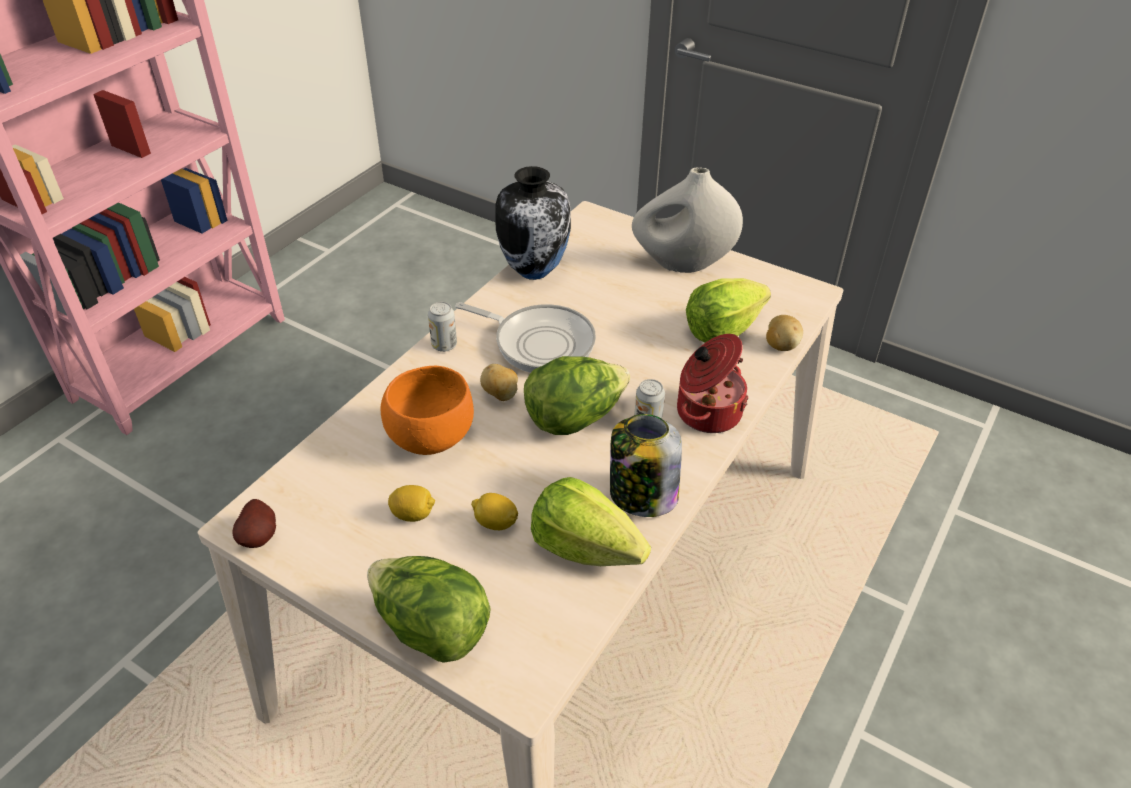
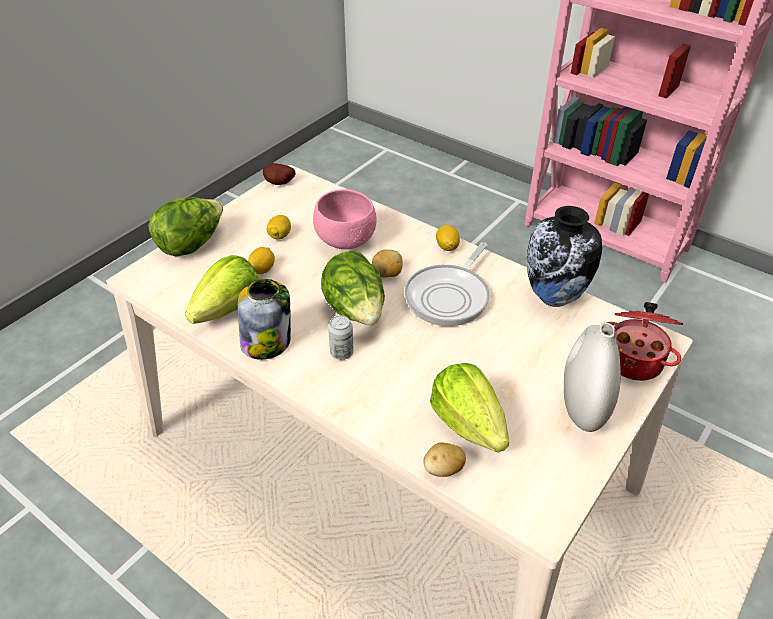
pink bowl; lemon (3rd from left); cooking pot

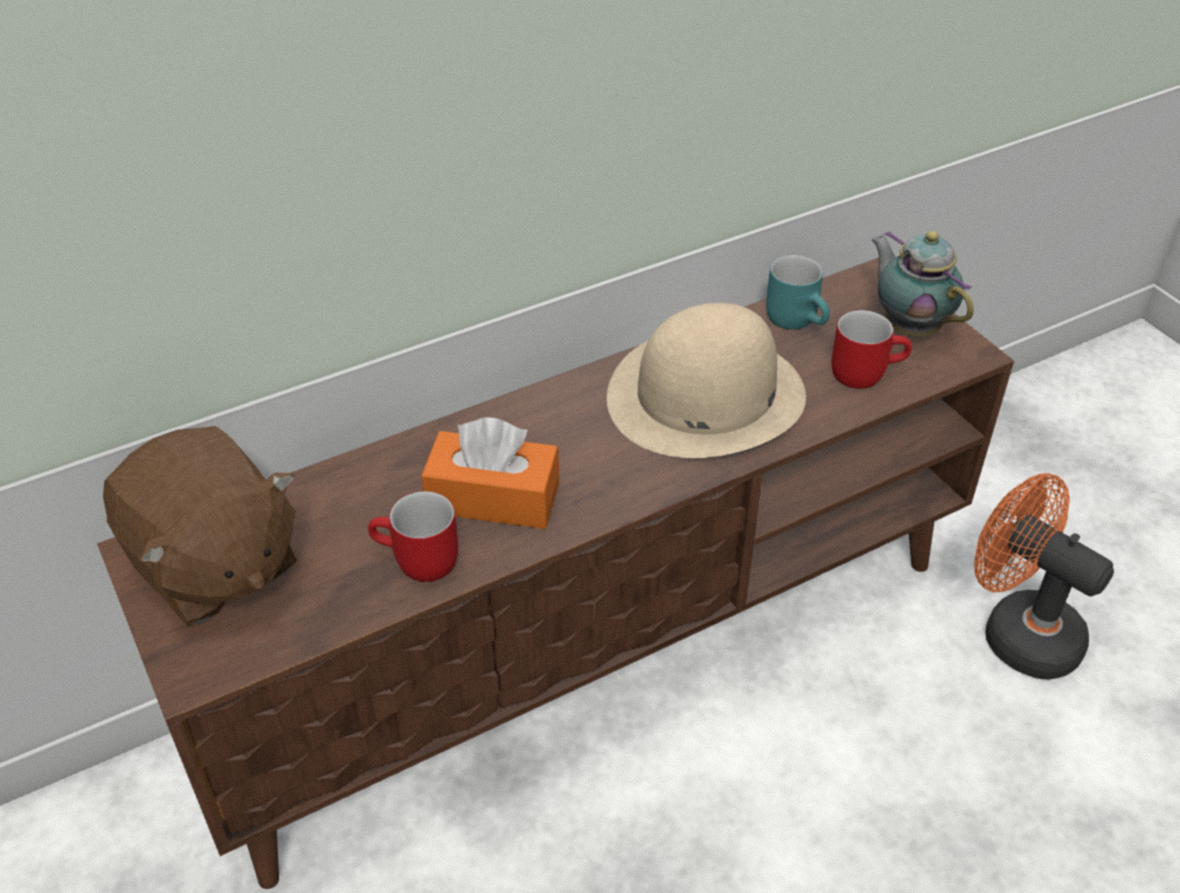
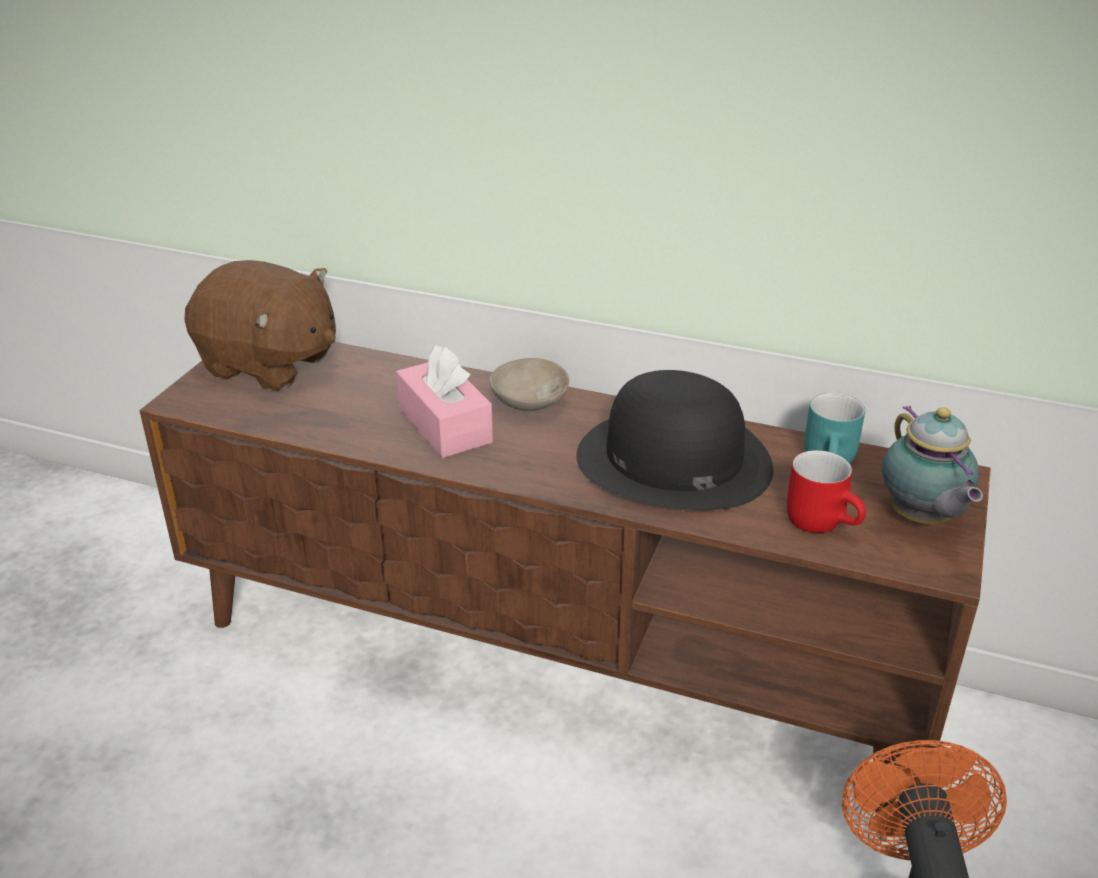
brown plush toy; pink tissue box; beige bowl; black hat; teapot; red mug (1st from left in the first image)

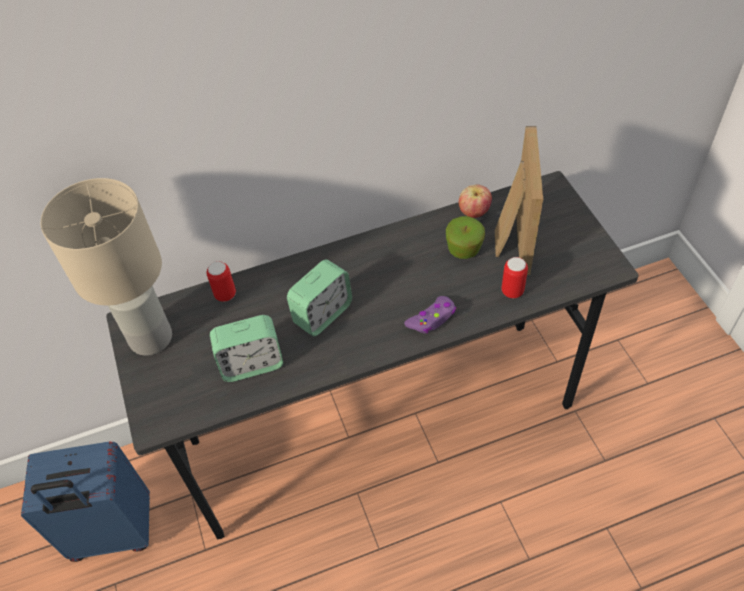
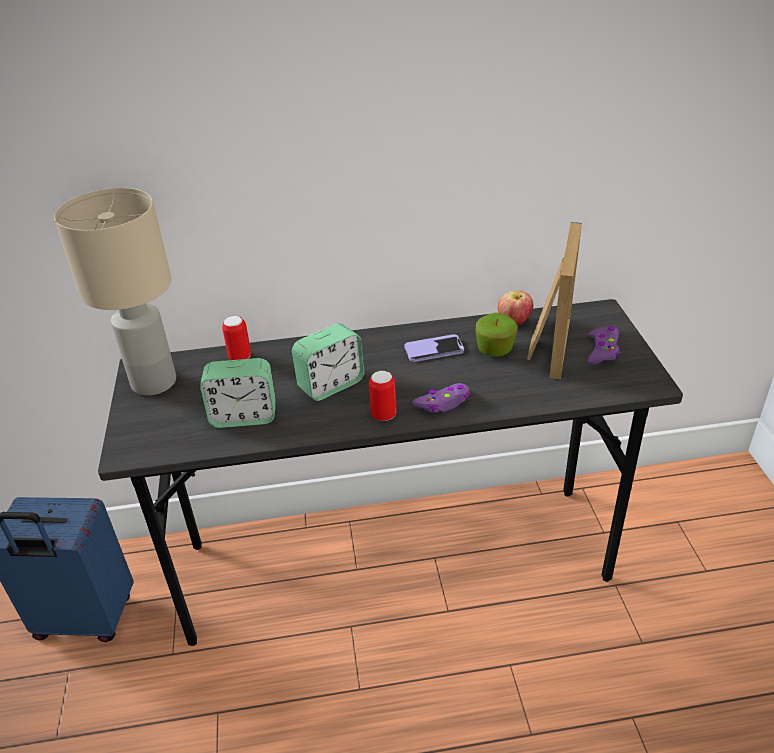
can (2nd from left); phone; purple game controller (2nd from left)

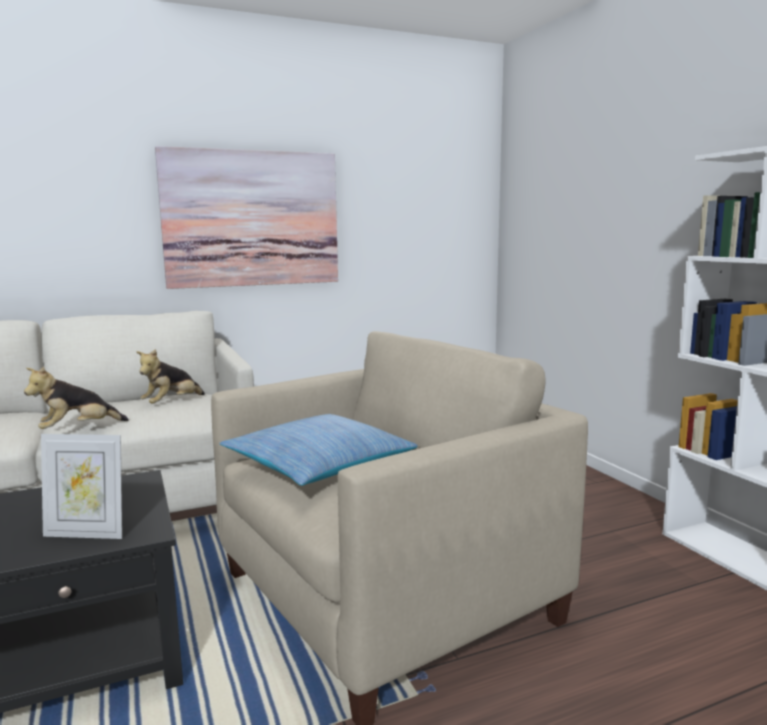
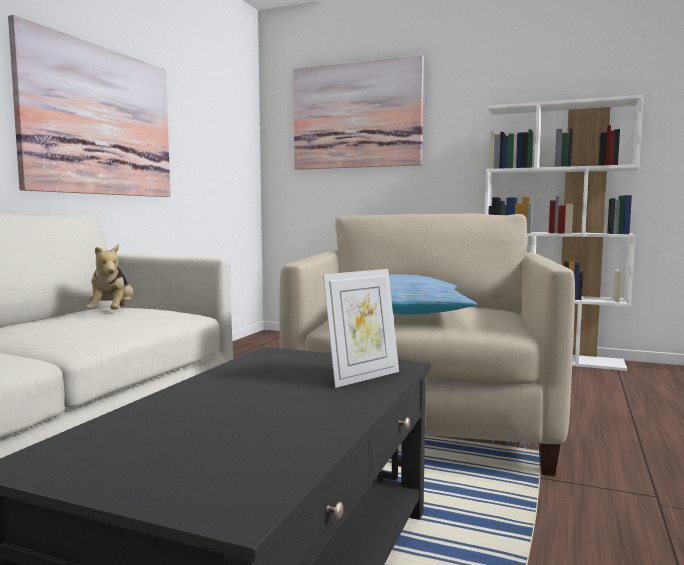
picture (2nd from left); plush toy (1st from left in the first image)

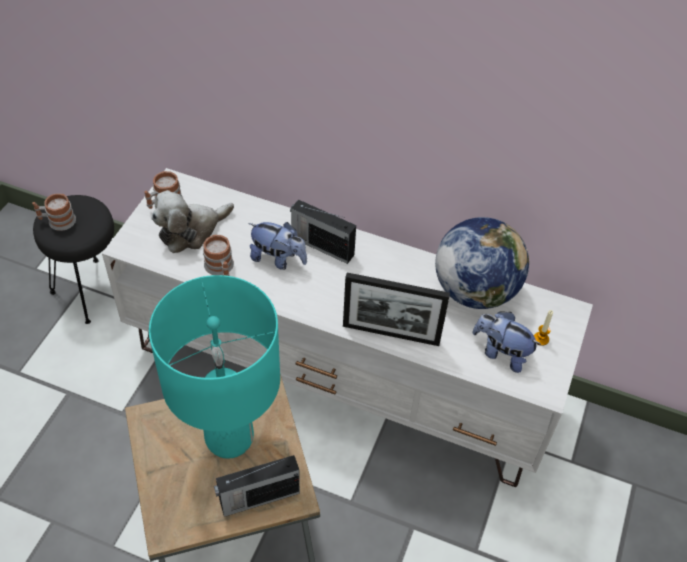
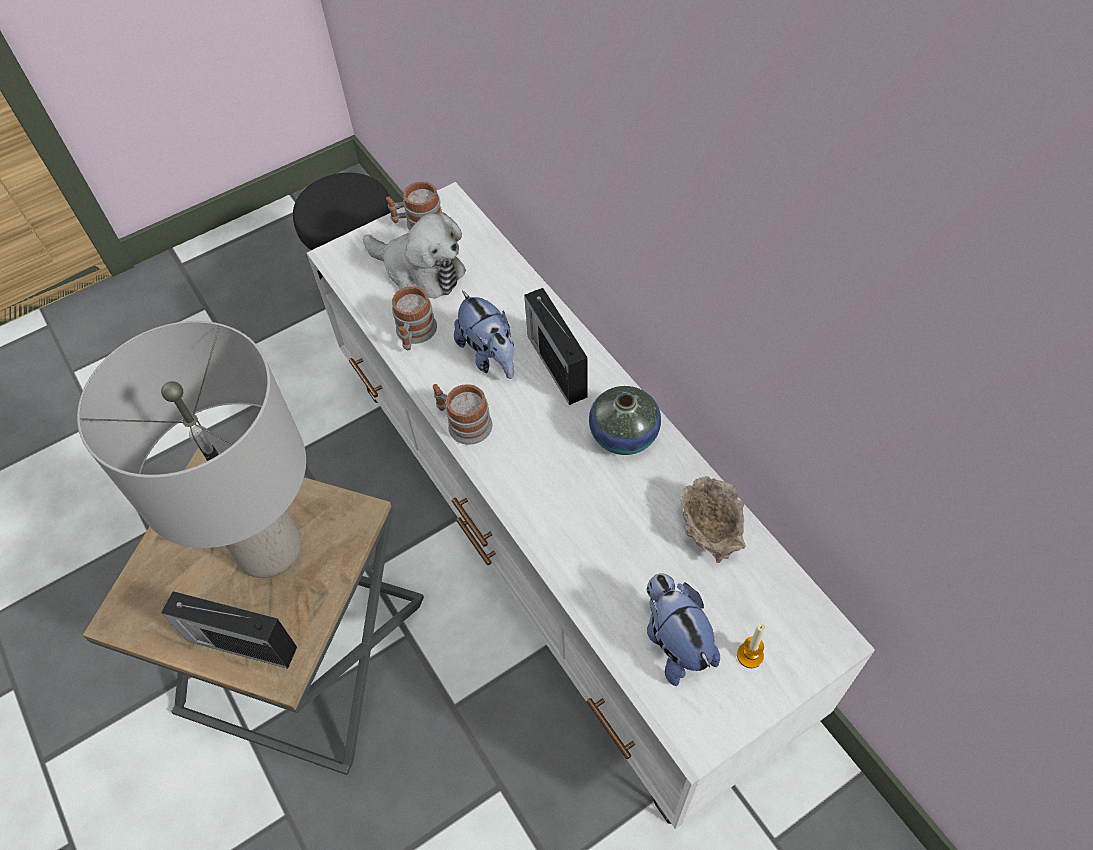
grey table lamp; plush toy (1st from left); mug (3rd from left); vase; beige bowl; picture frame

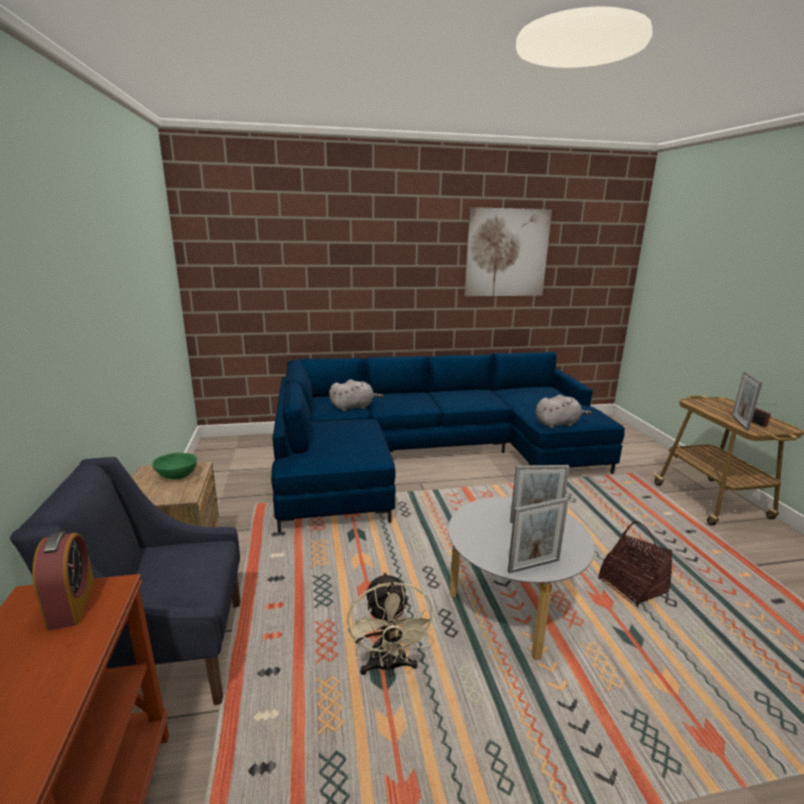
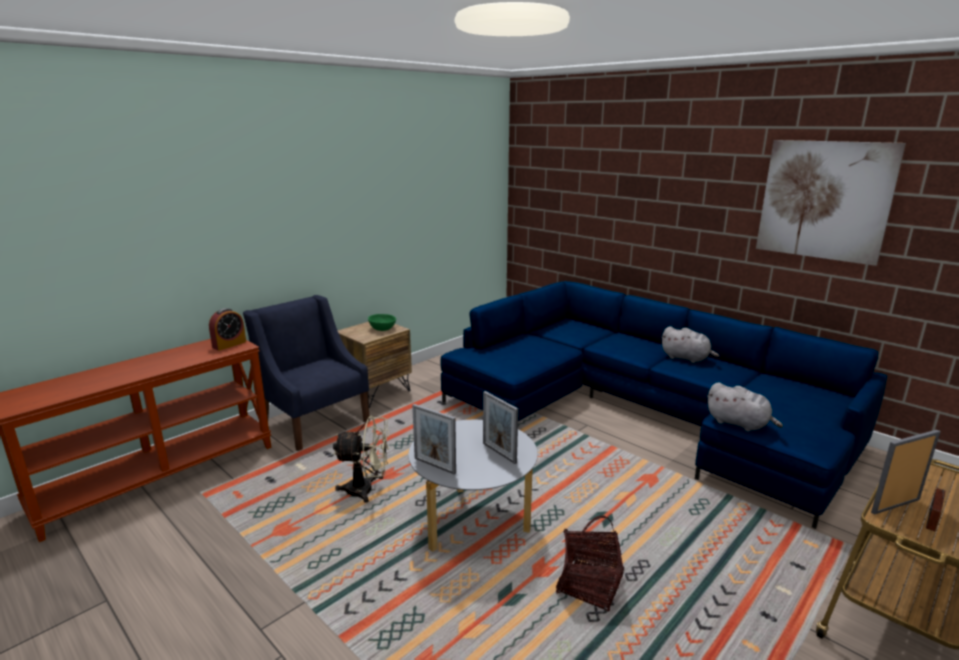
beige fan; grey plush toy (1st from left)

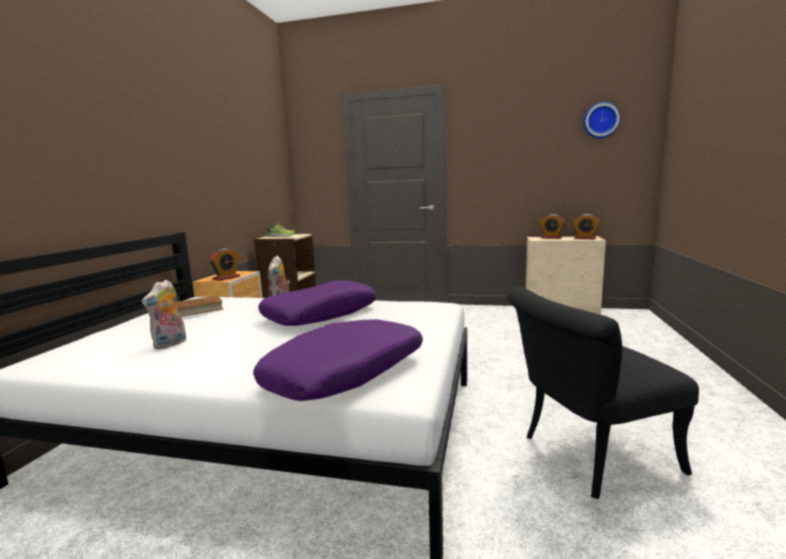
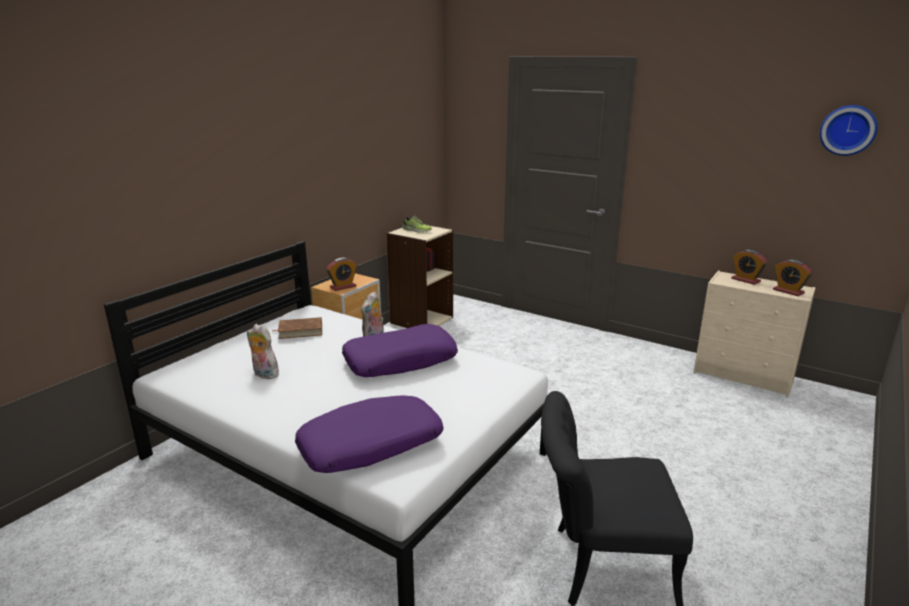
plush toy (1st from left)

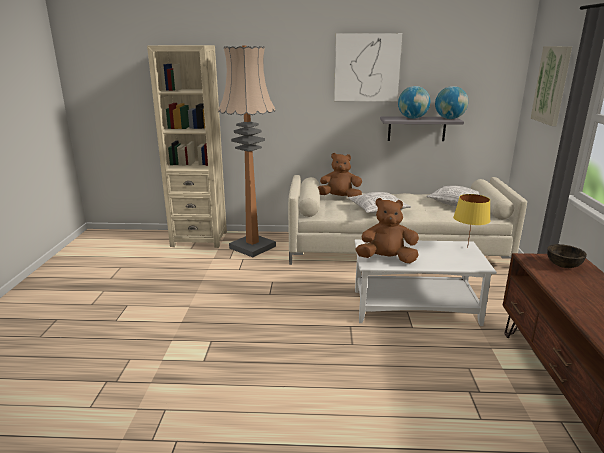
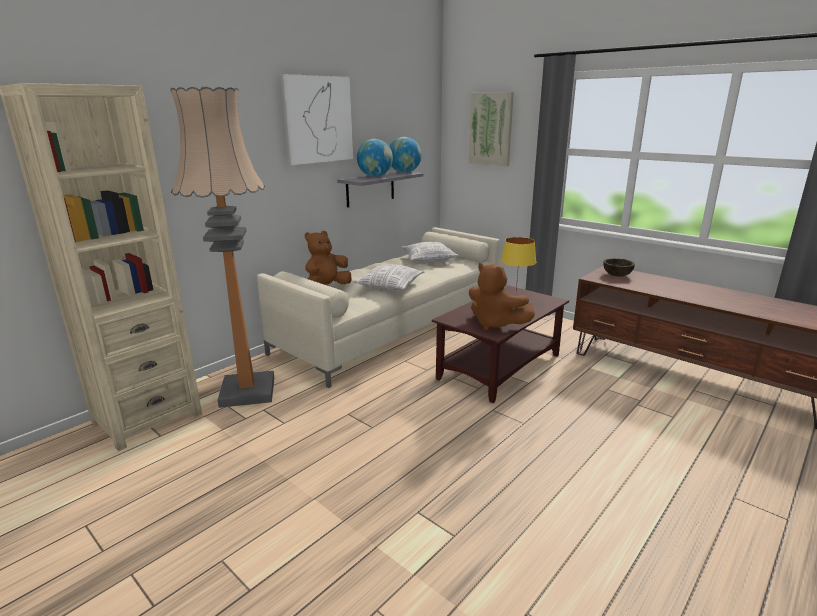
brown coffee table; brown plush toy (2nd from left)

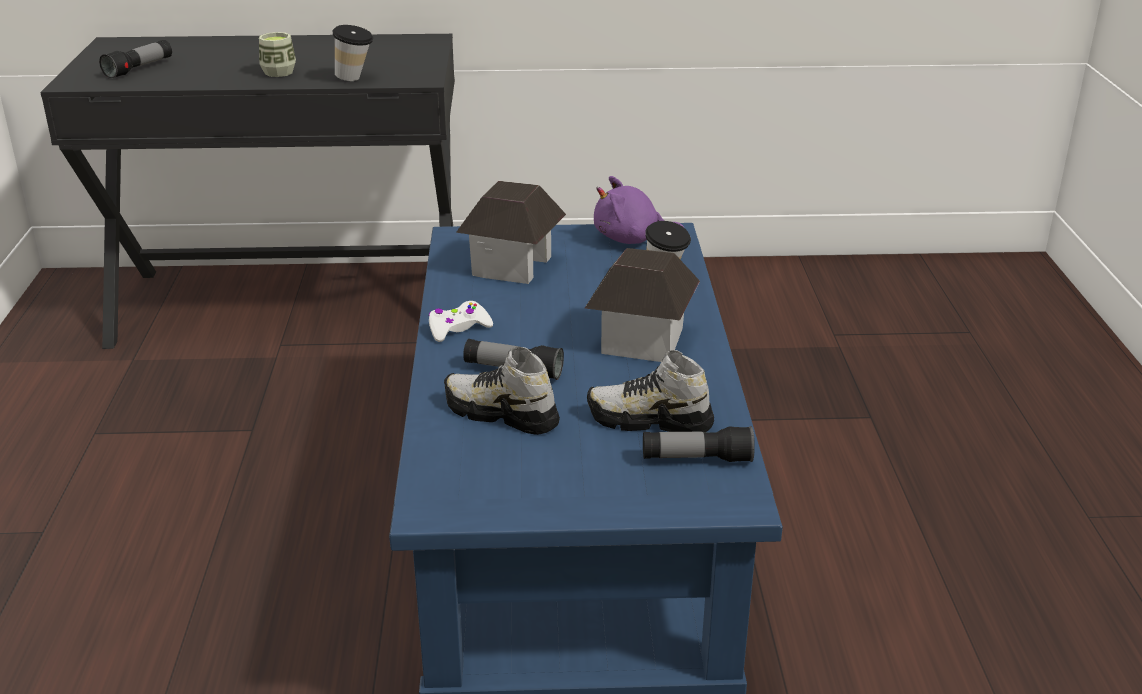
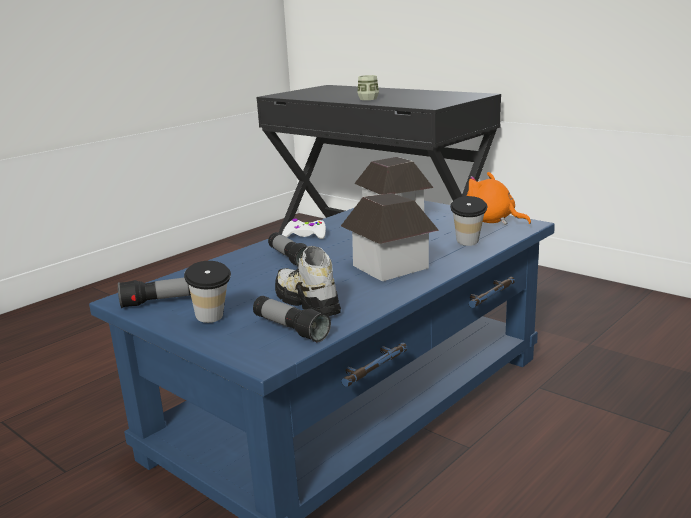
flashlight (1st from left); cup (1st from left); orange plush toy; shoe (1st from left in the first image)

